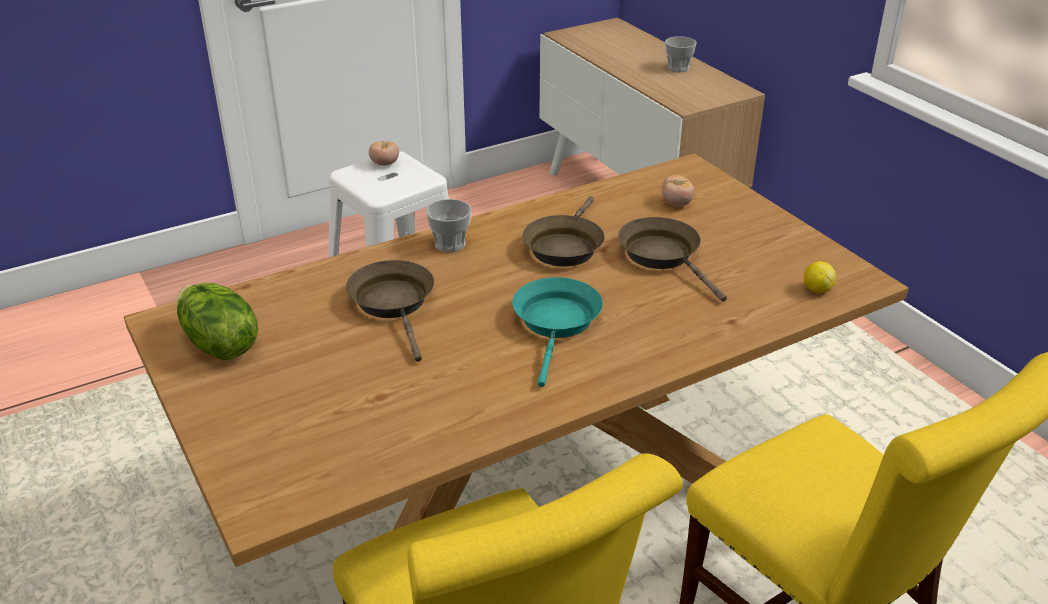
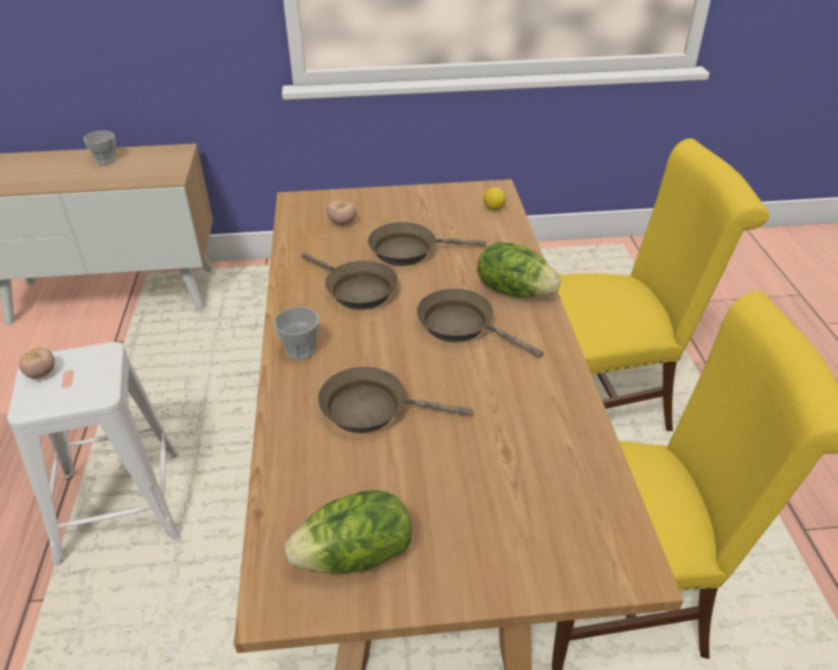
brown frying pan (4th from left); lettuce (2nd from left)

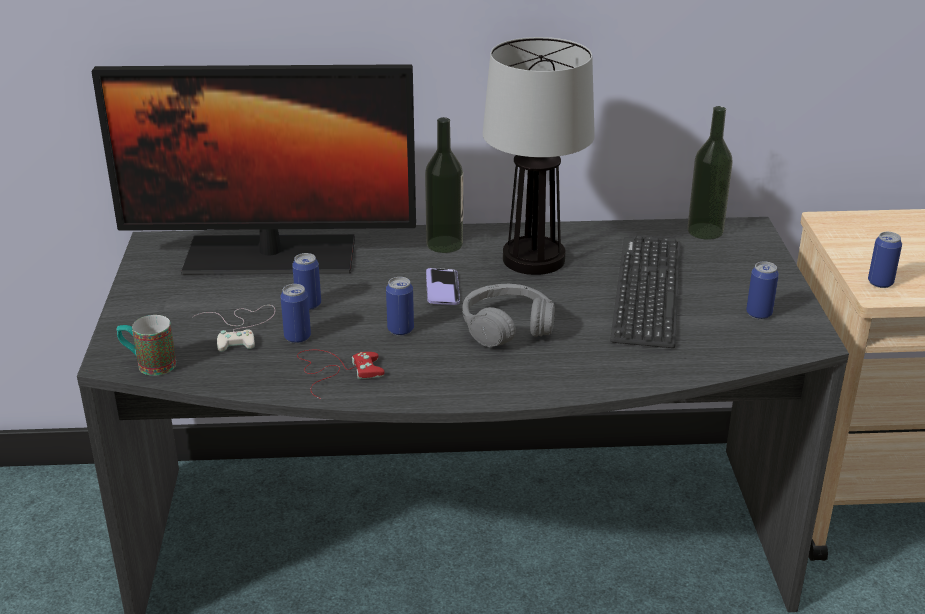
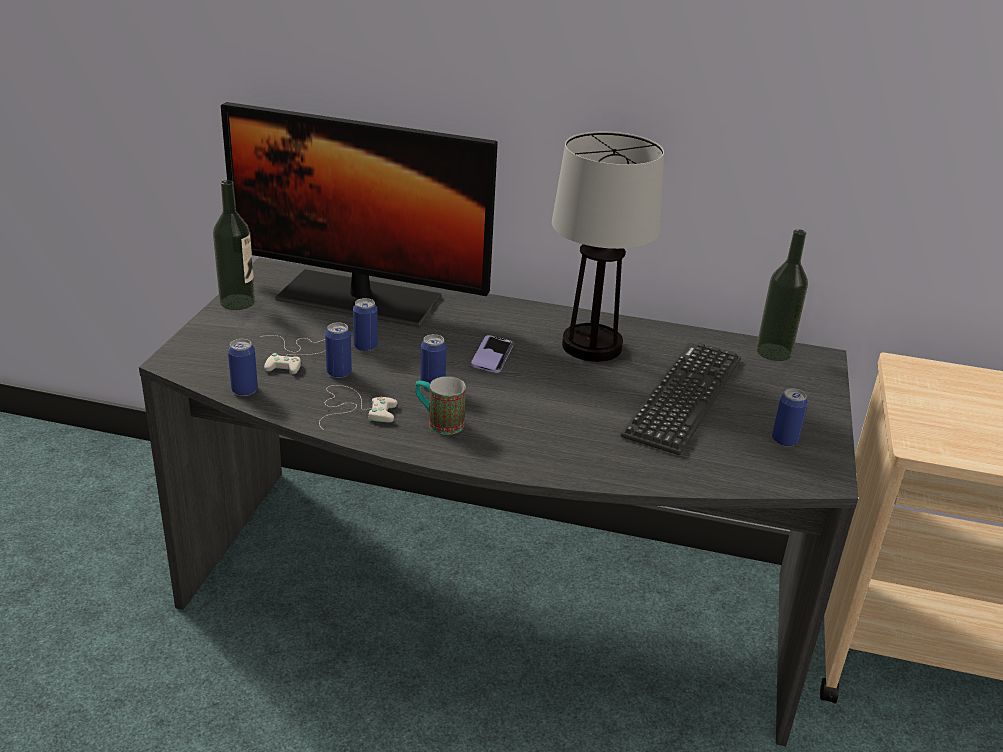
bottle (1st from left); can (1st from left); white game controller (2nd from left); mug; grey headphones

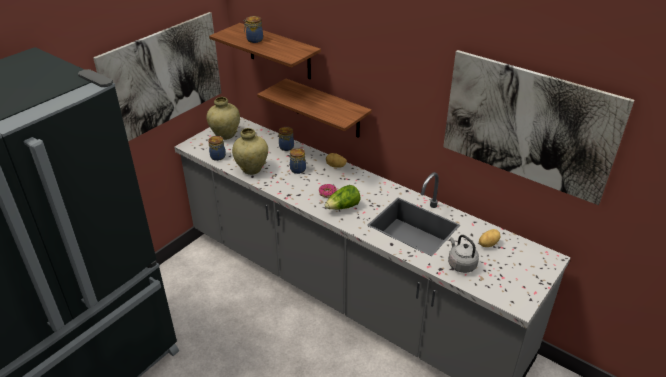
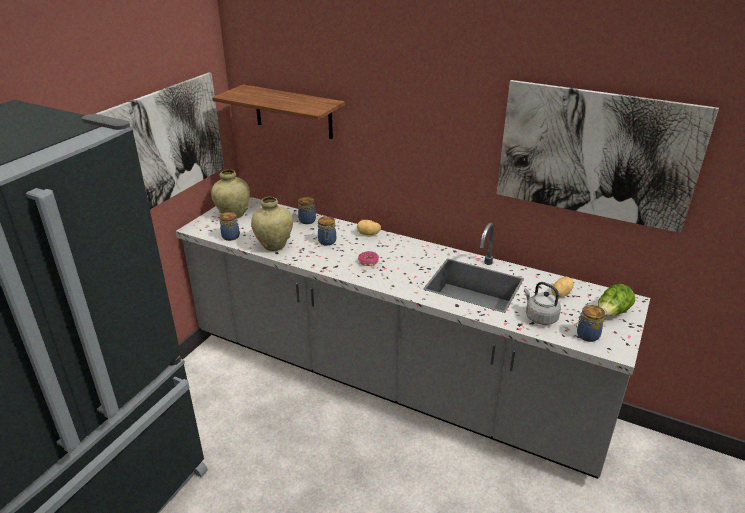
jar (4th from left); lettuce; shelf (2nd from left in the first image)

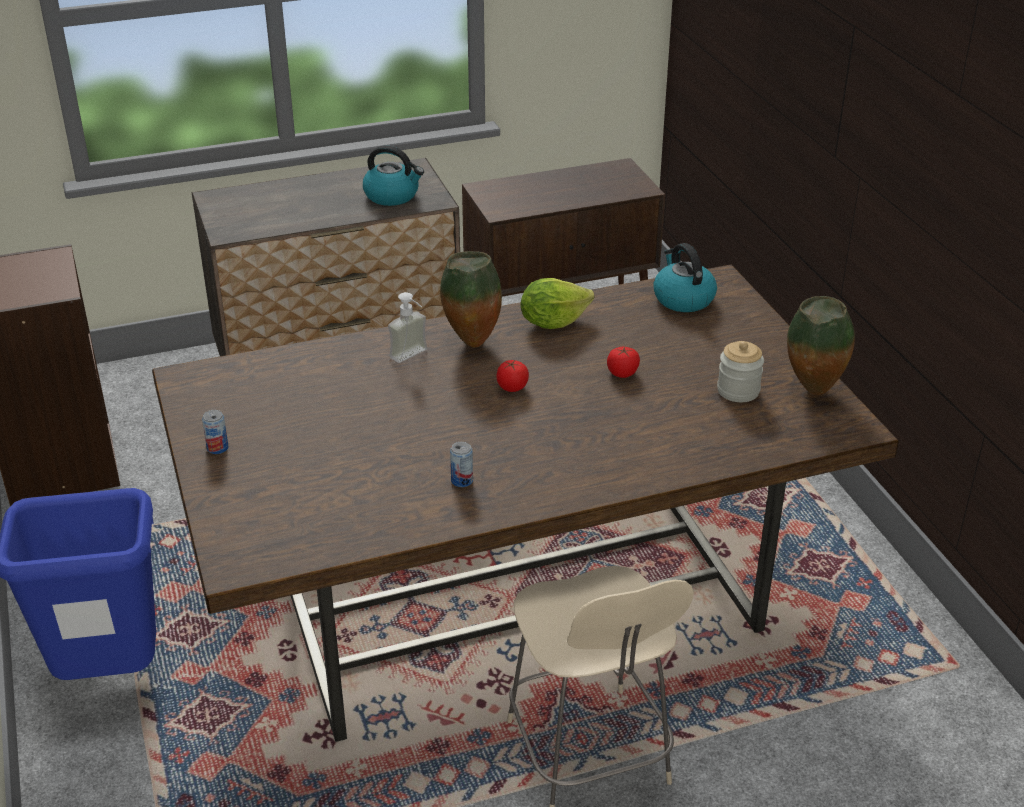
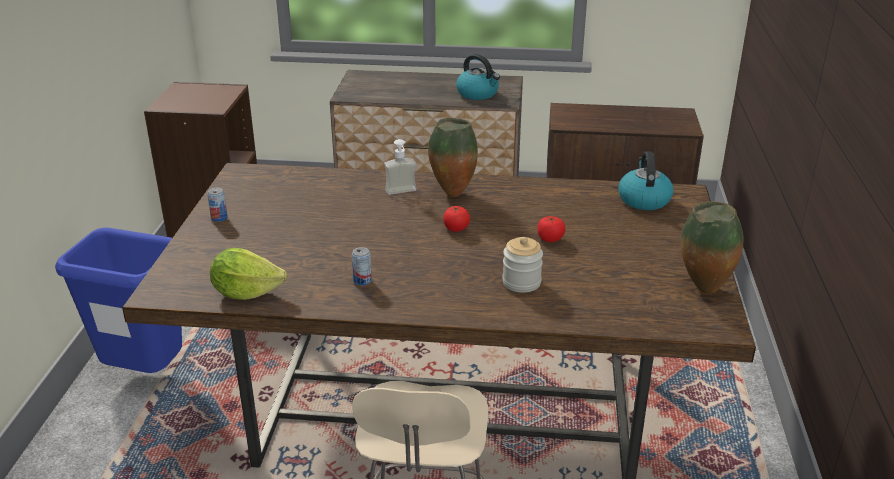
lettuce; jar

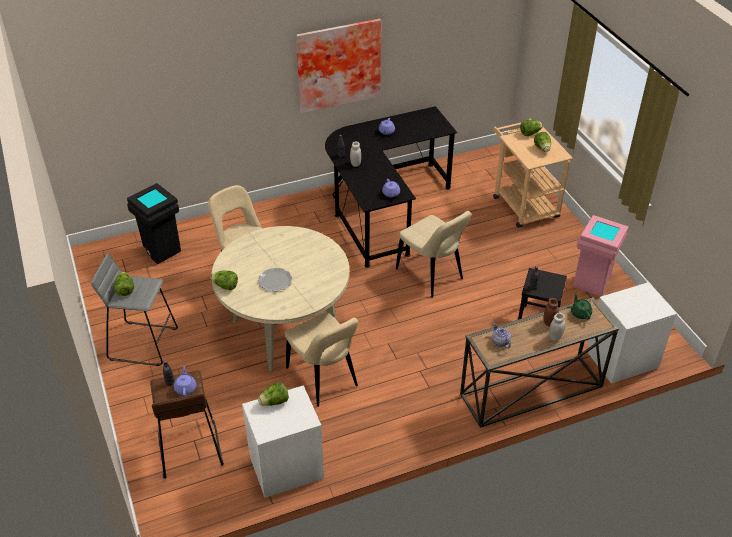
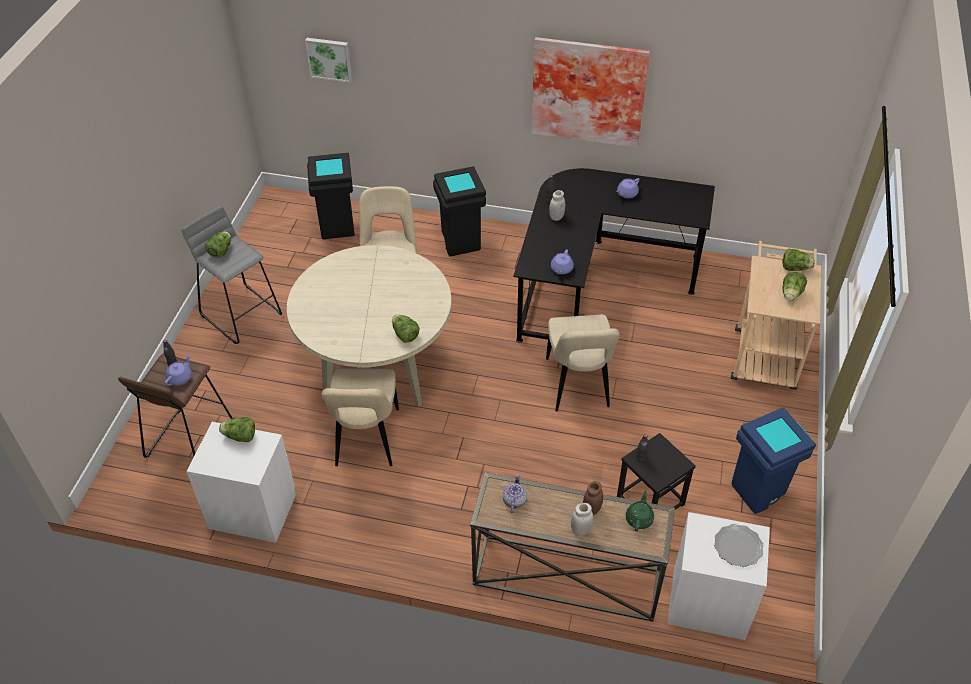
picture (1st from left); lettuce (3rd from left); black trash can (2nd from left); plate; blue trash can

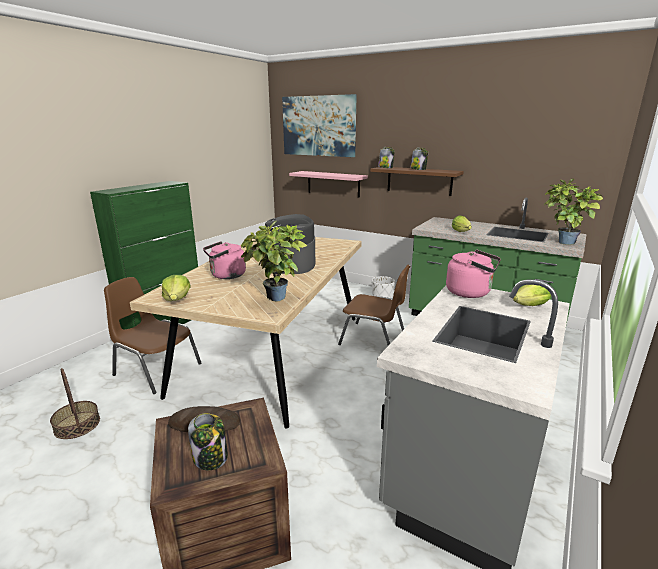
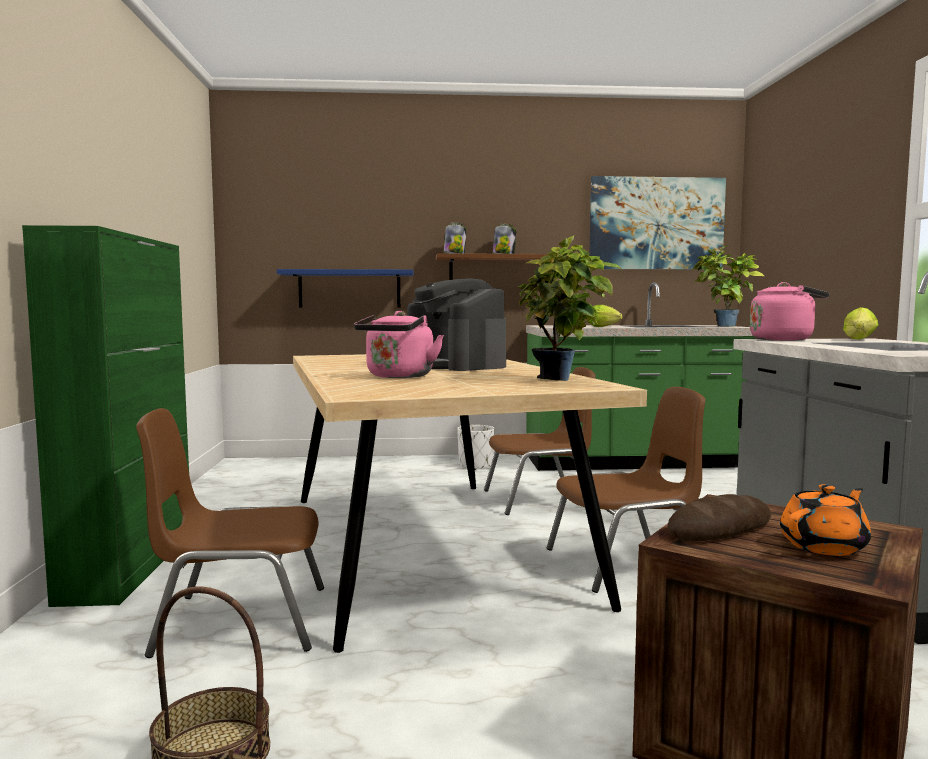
blue shelf; brown chair (3rd from left); picture; orange teapot; lettuce (1st from left in the first image)

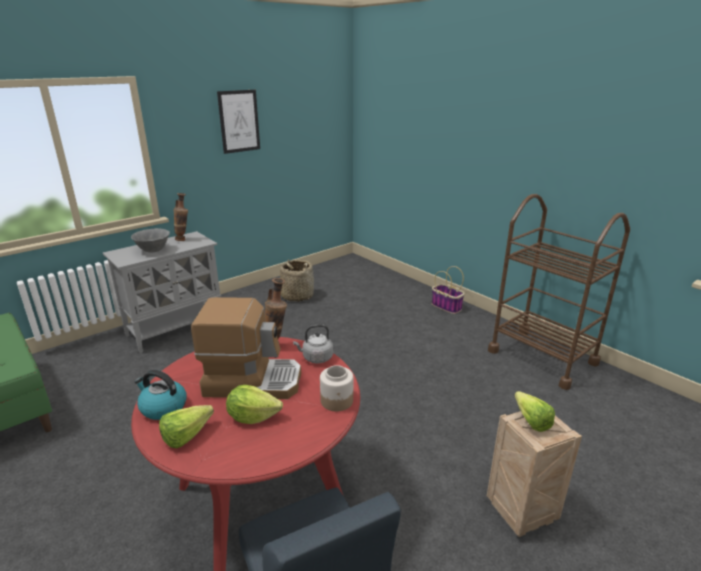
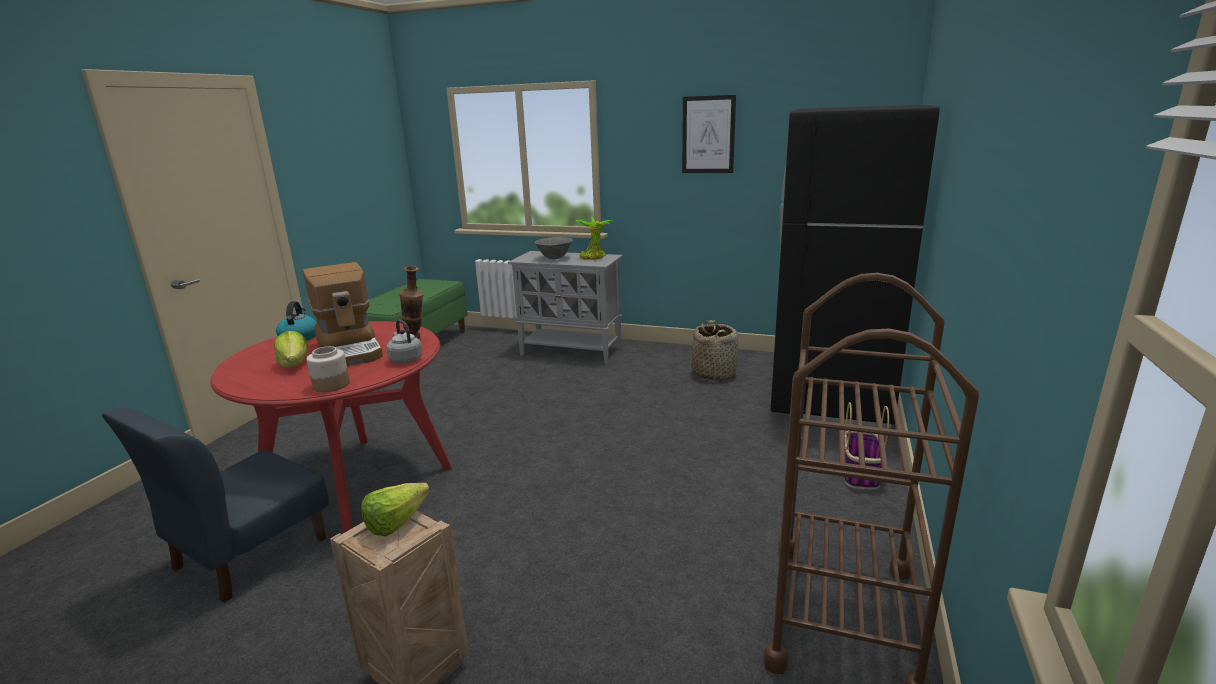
potted plant; black fridge; lettuce (1st from left in the first image)

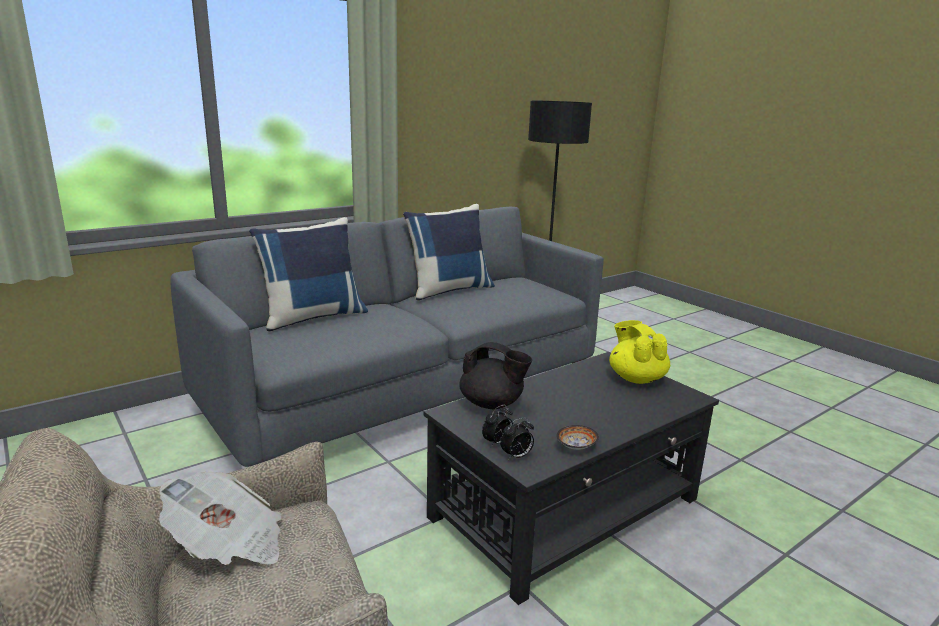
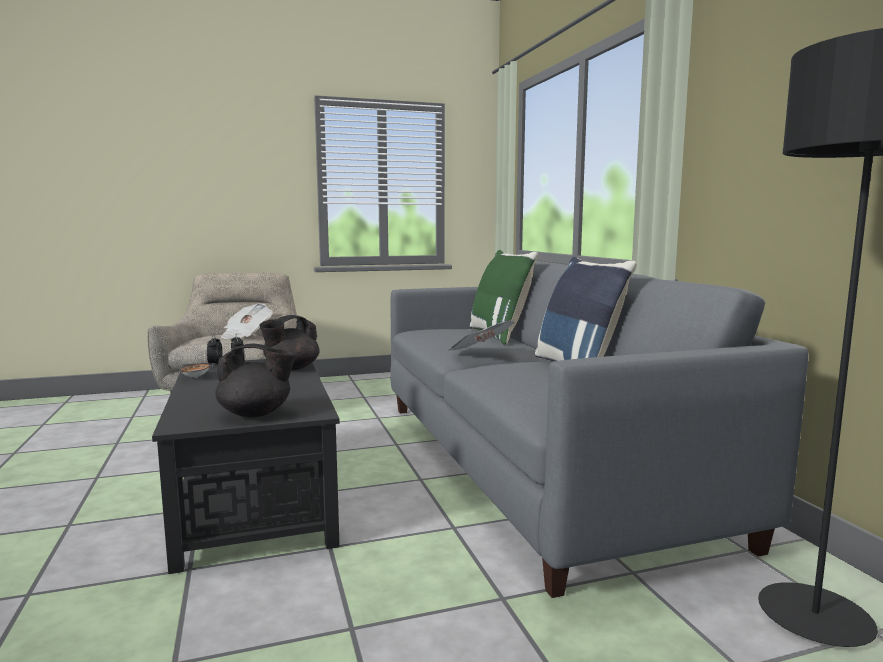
black teapot (1st from left); newspaper (2nd from left); green pillow

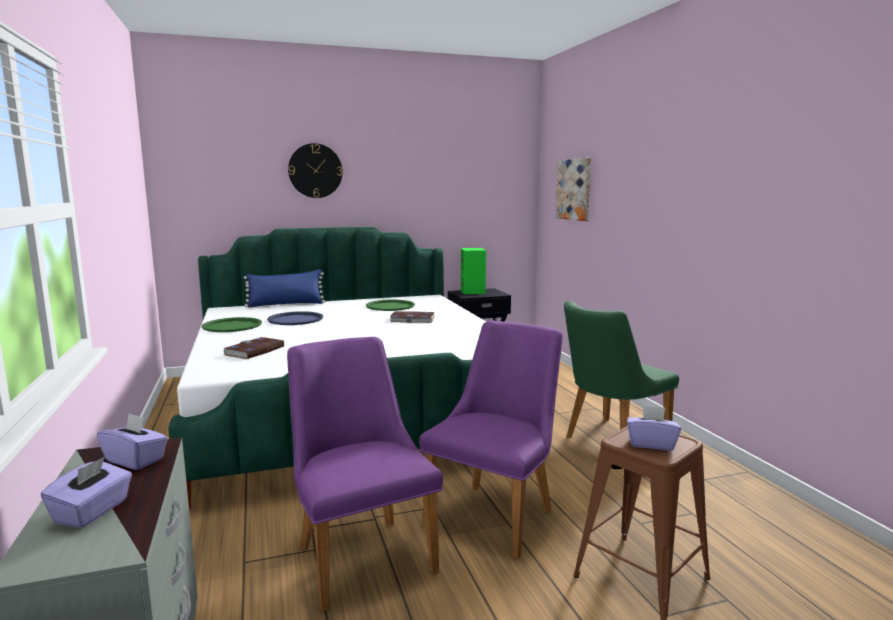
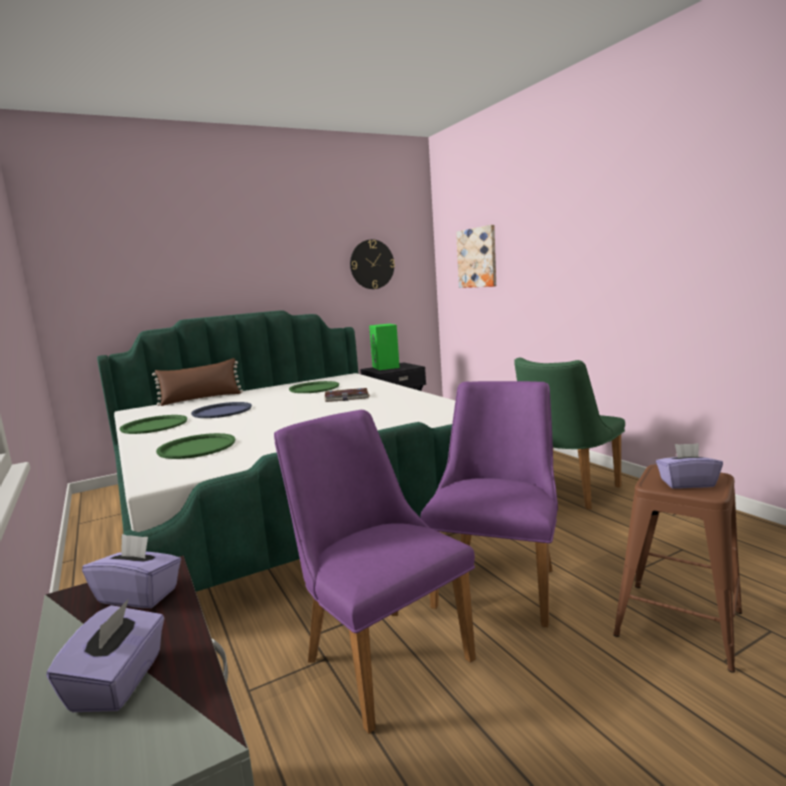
brown pillow; green tray (2nd from left); wall clock

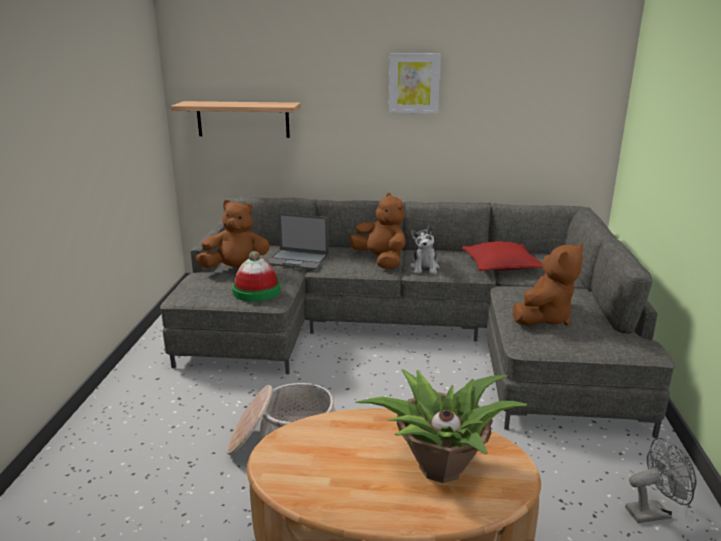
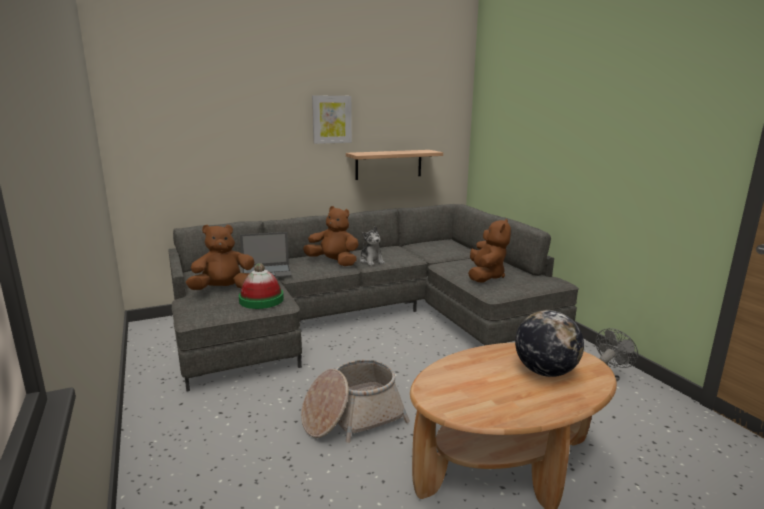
shelf; globe; red pillow

